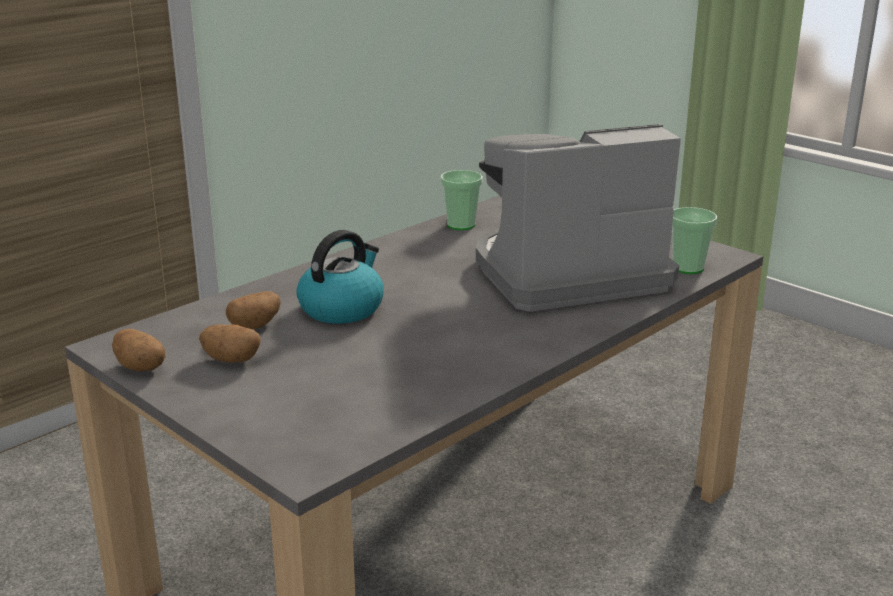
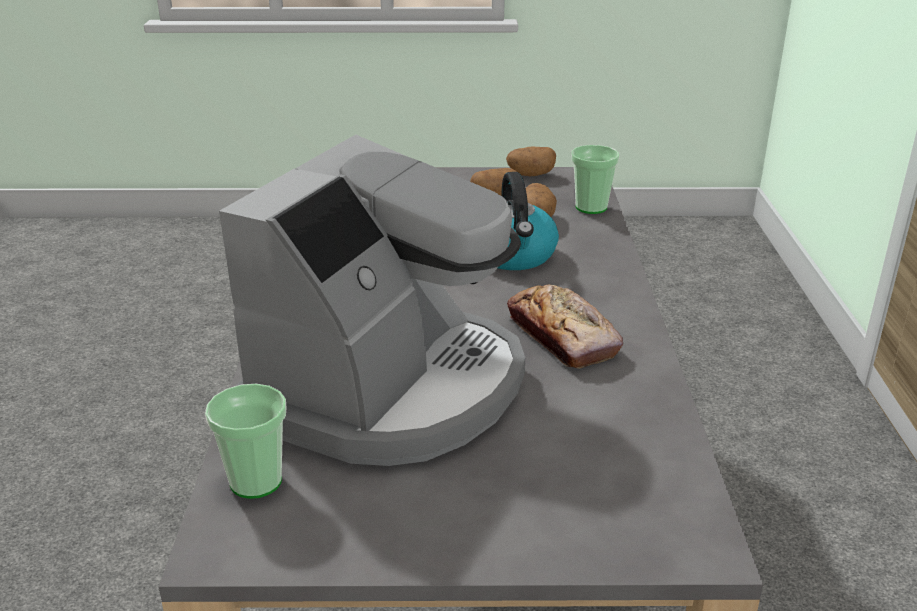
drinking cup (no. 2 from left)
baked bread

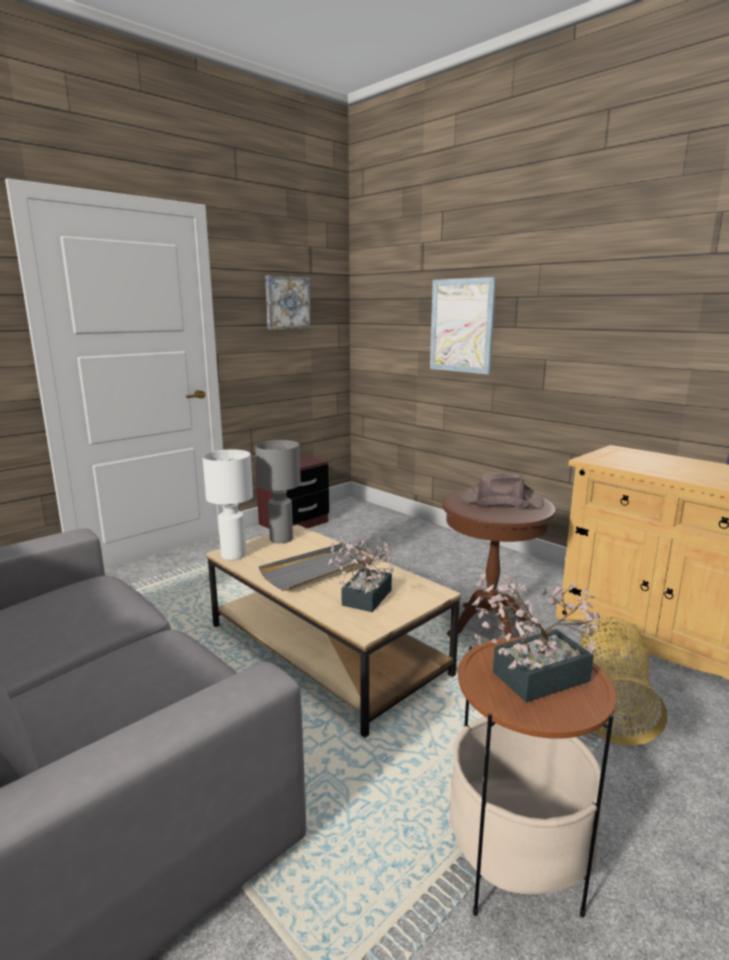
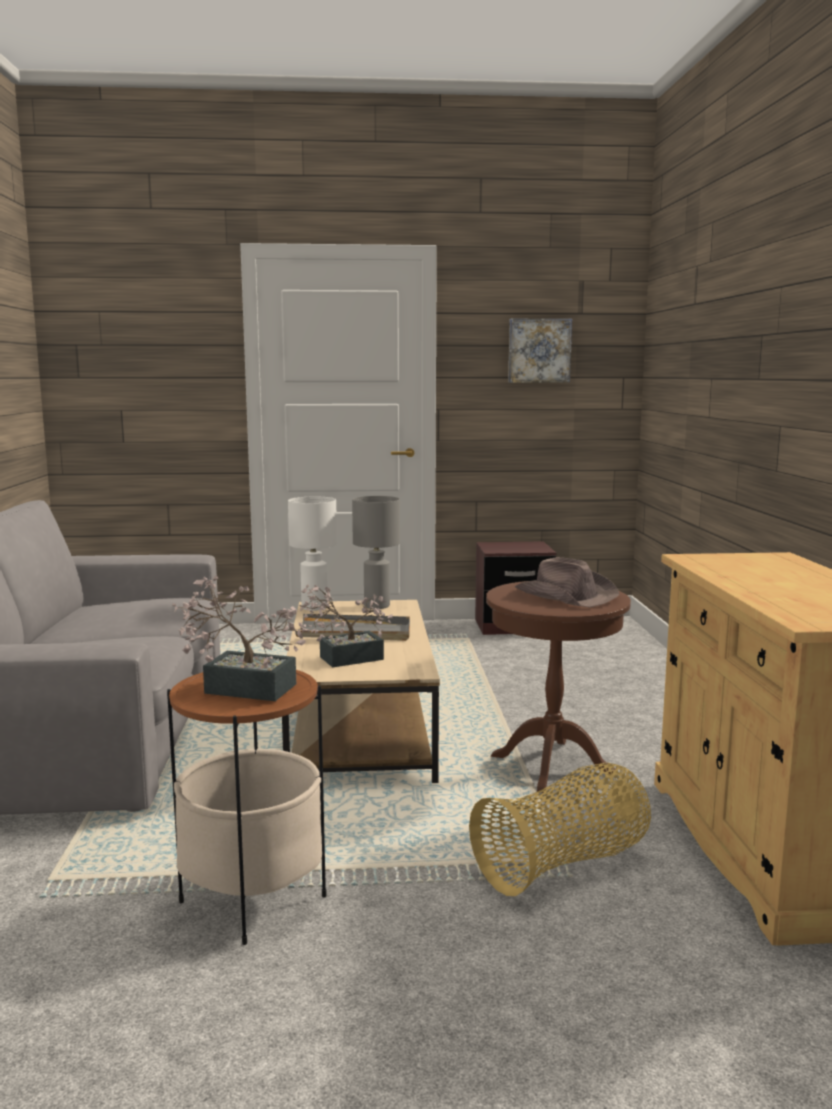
wall picture (no. 2 from left in the first image)

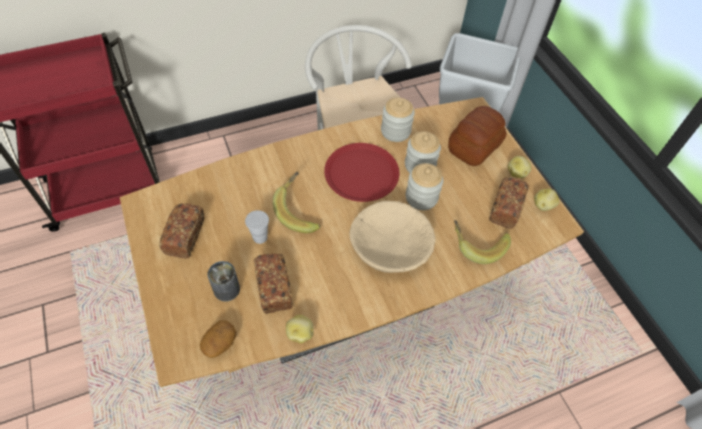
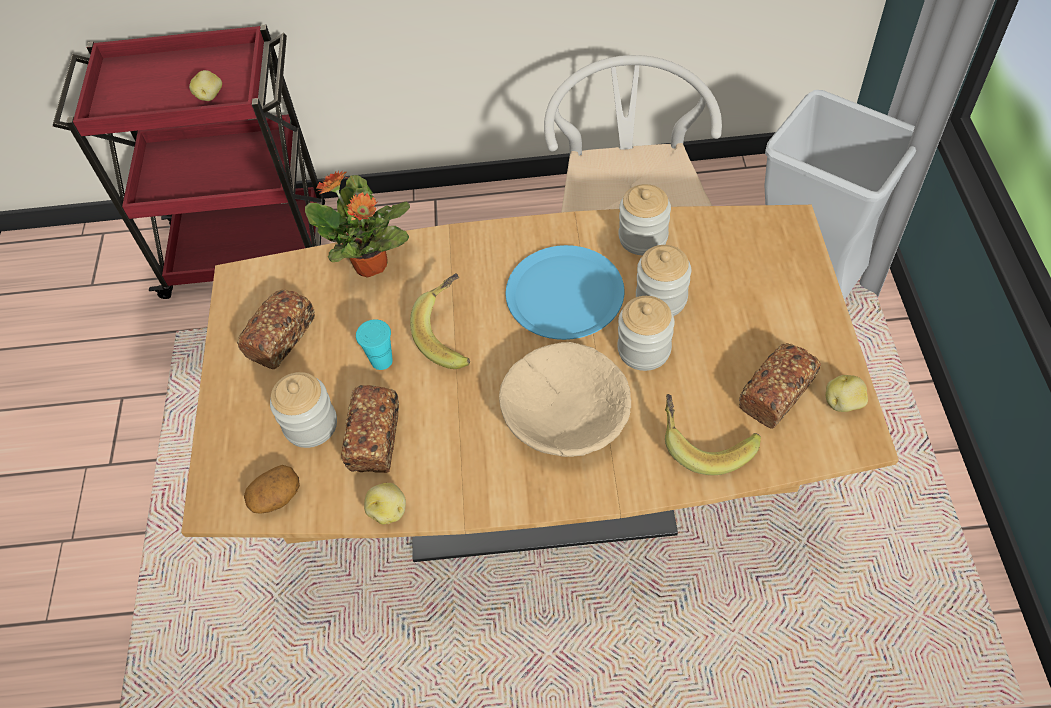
storage jar (no. 1 from left)
turquoise drinking cup
blue-coloured flat dish
baked bread (no. 3 from left in the first image)
spud (no. 1 from left)
houseplant

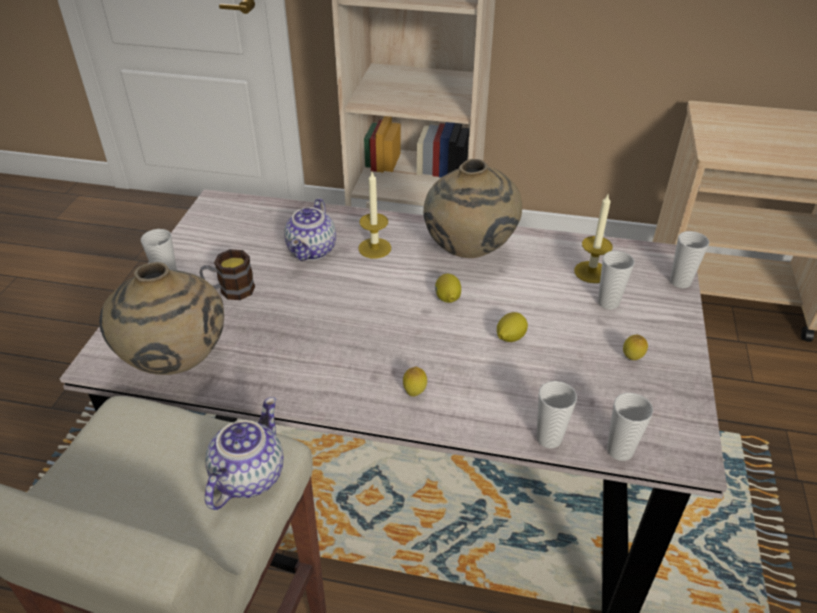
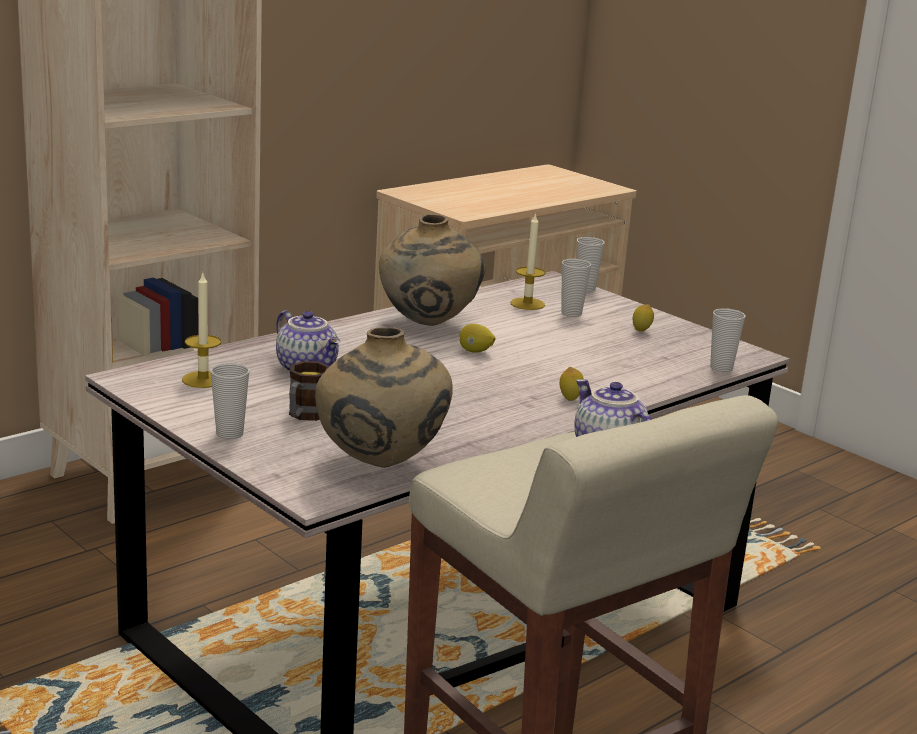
wax light (no. 1 from left)
citrus fruit (no. 3 from left in the first image)
drinking cup (no. 2 from left in the first image)

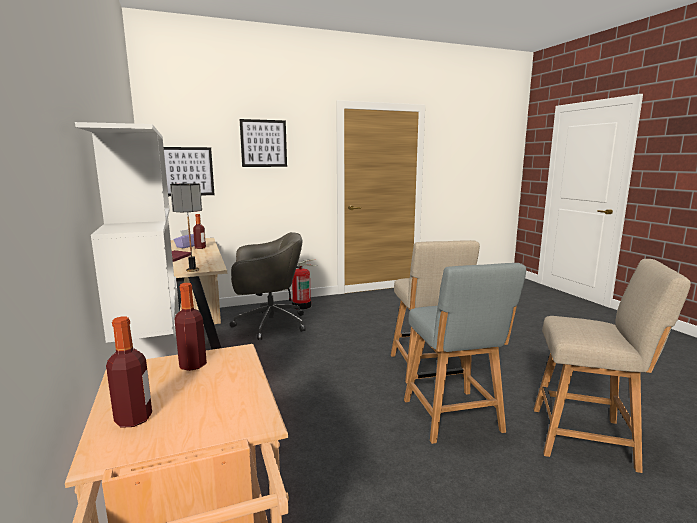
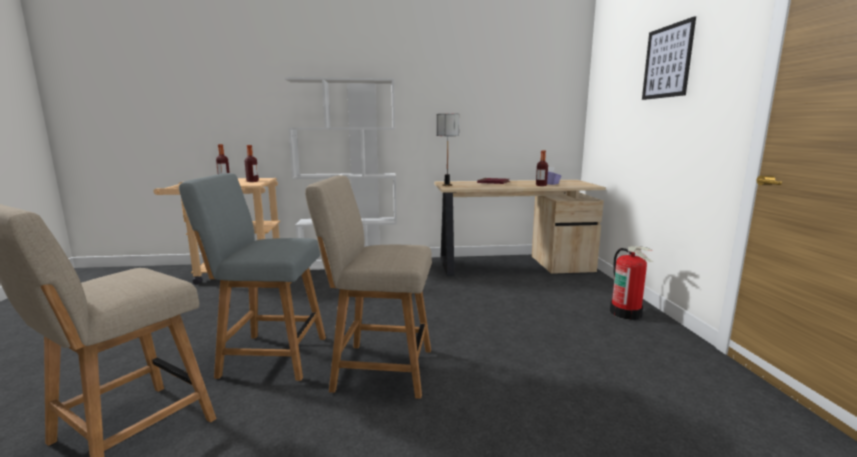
wall picture (no. 1 from left in the first image)
gray office chair

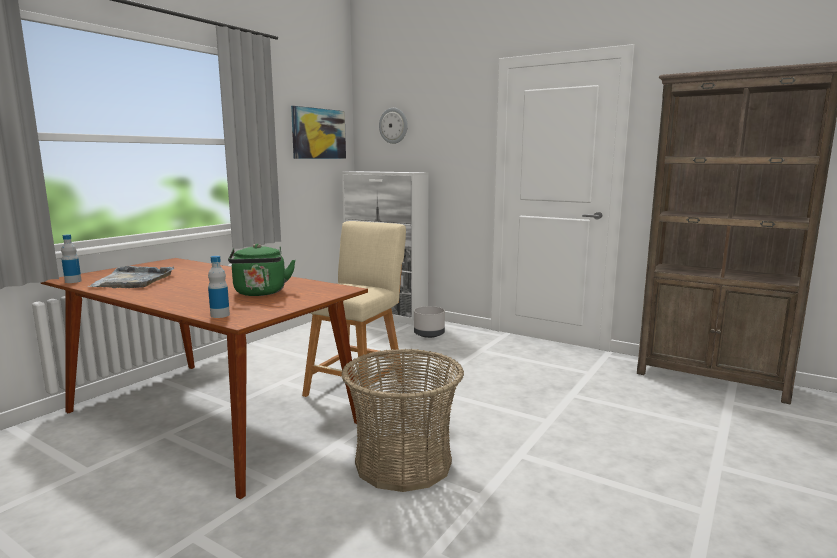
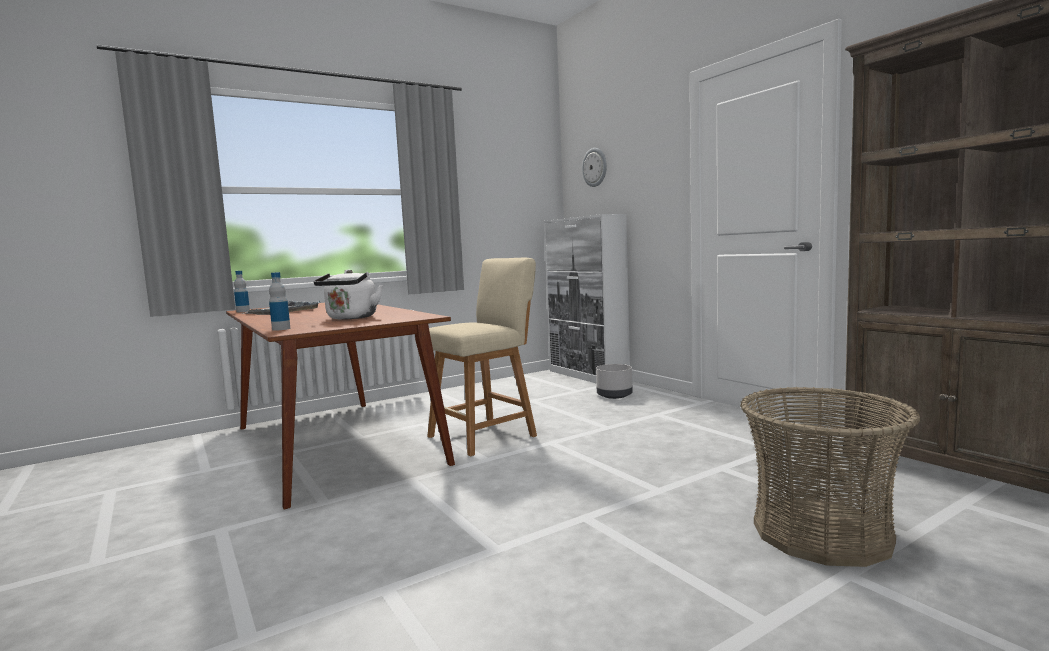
whitish kettle
wall picture
basket

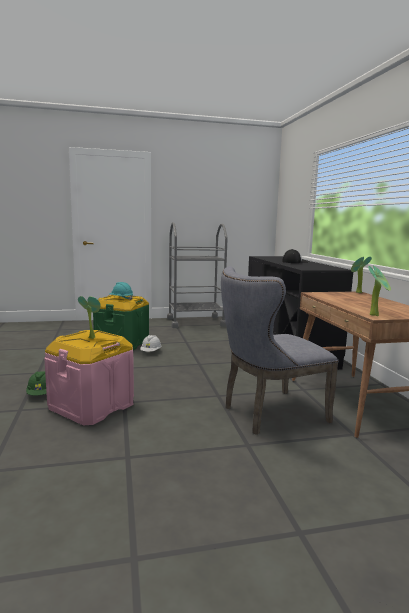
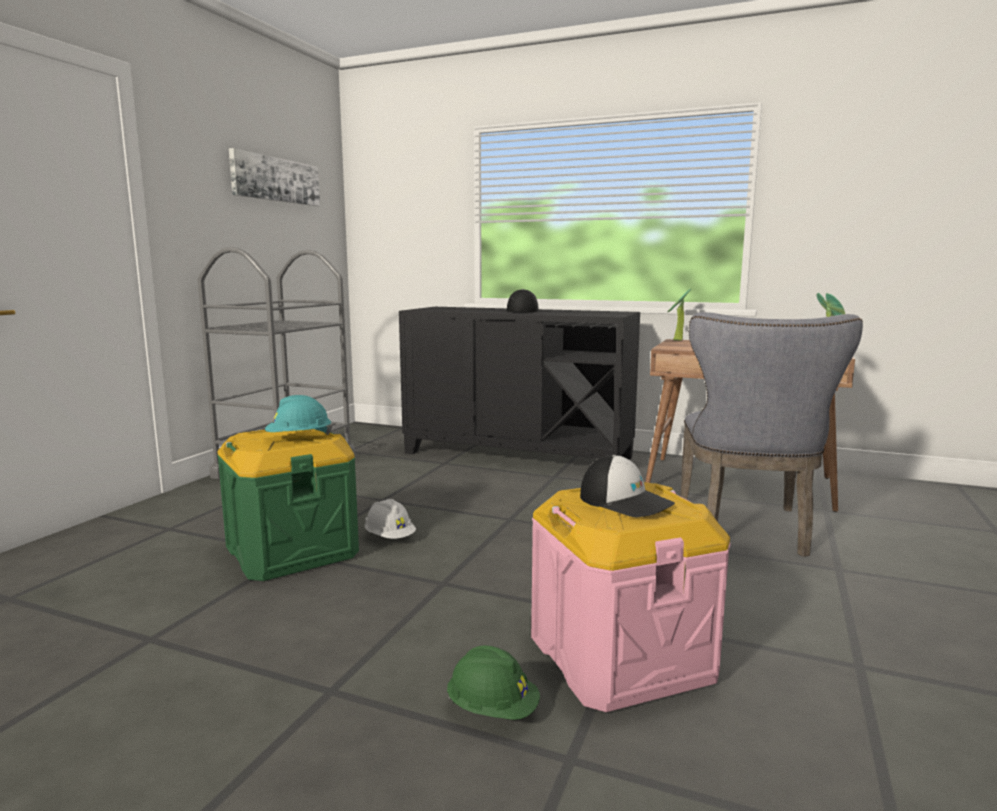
baseball cap (no. 2 from left)
wall picture

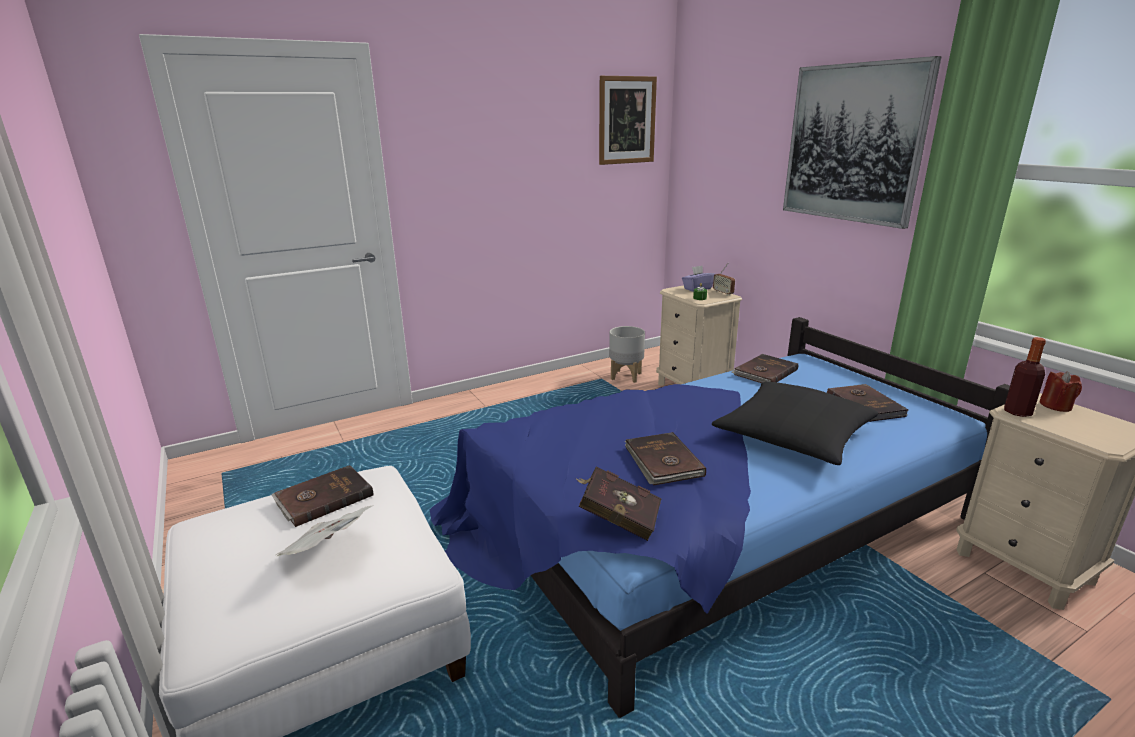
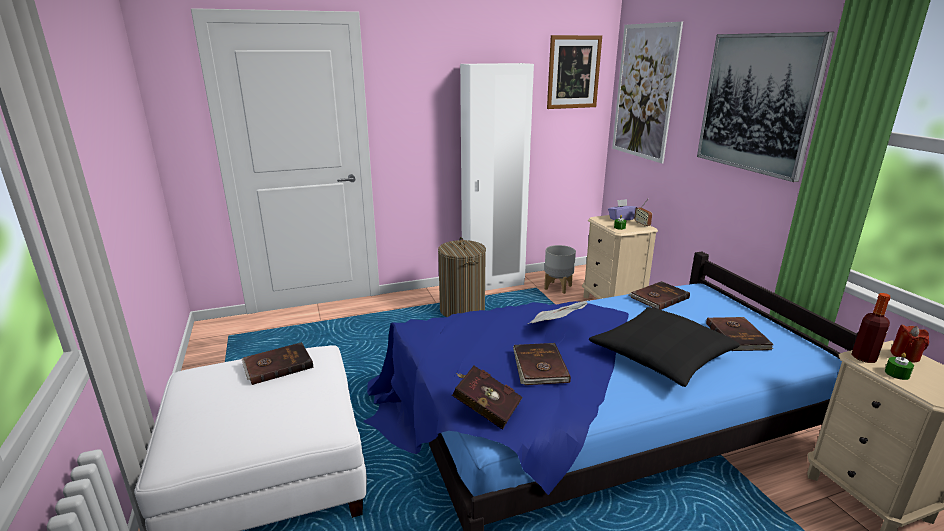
newspaper
washing basket
whitish wardrobe
wall picture (no. 2 from left)
green-coloured wax light (no. 2 from left)

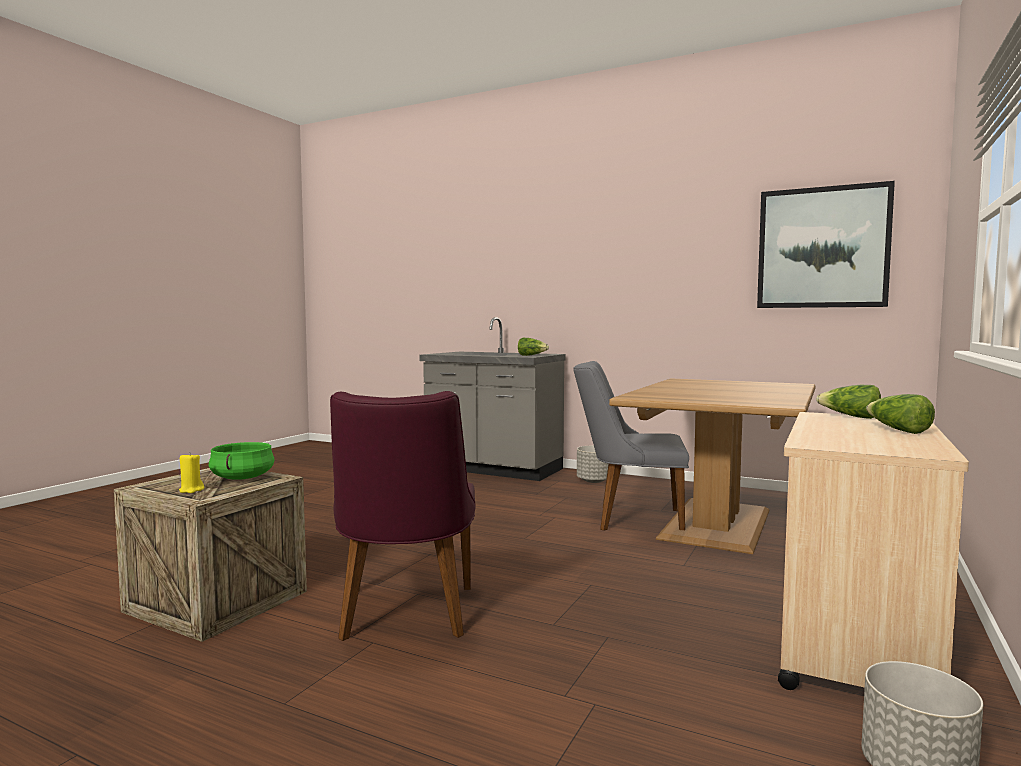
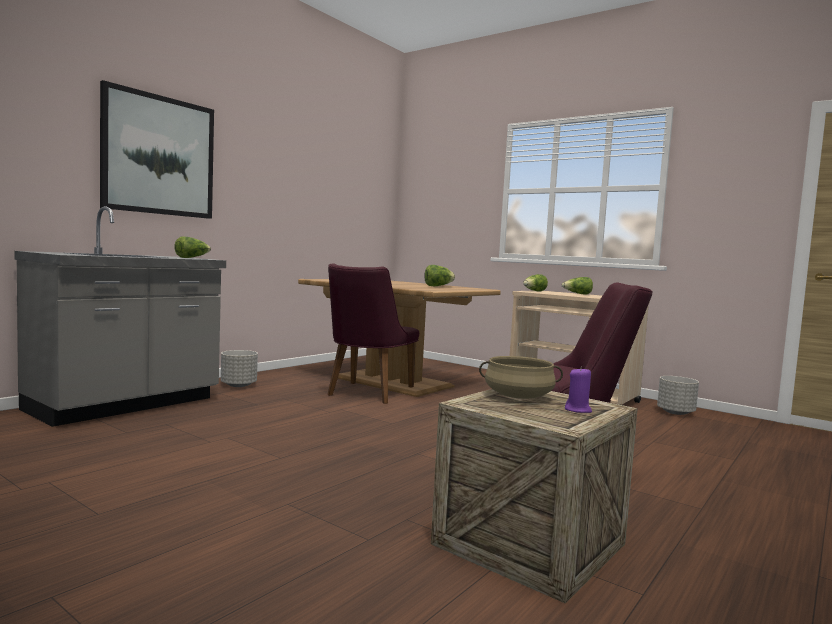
purplish wax light
beige saucepot
purplish plain chair (no. 1 from left)
wall picture
lettuce (no. 2 from left)

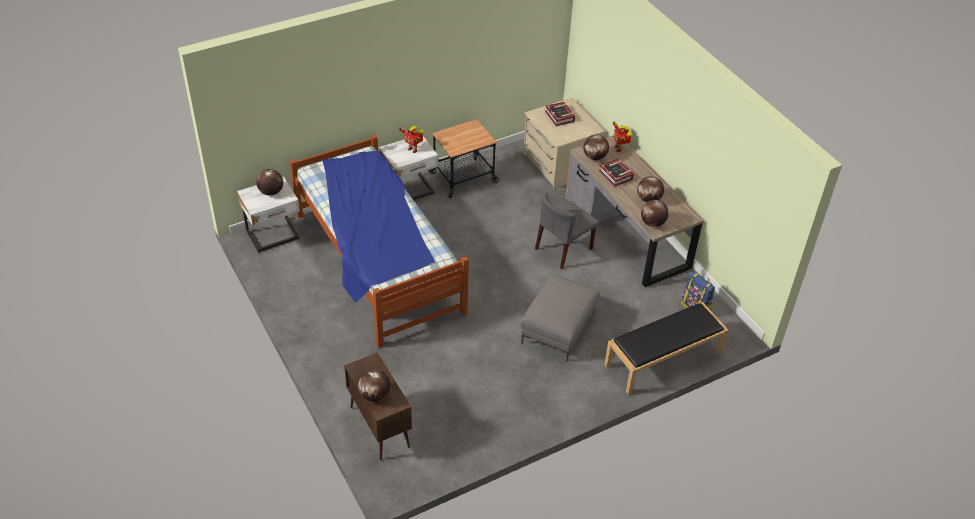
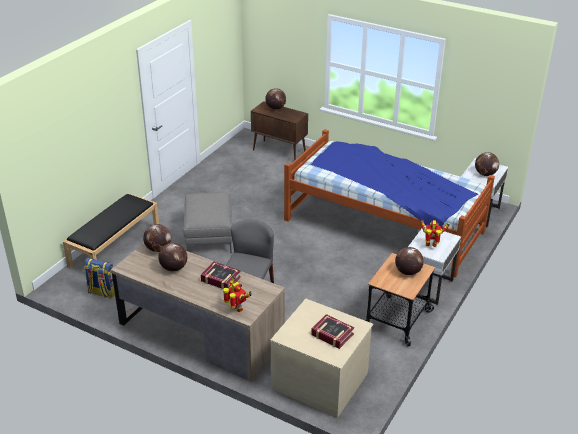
desk globe (no. 4 from left)

